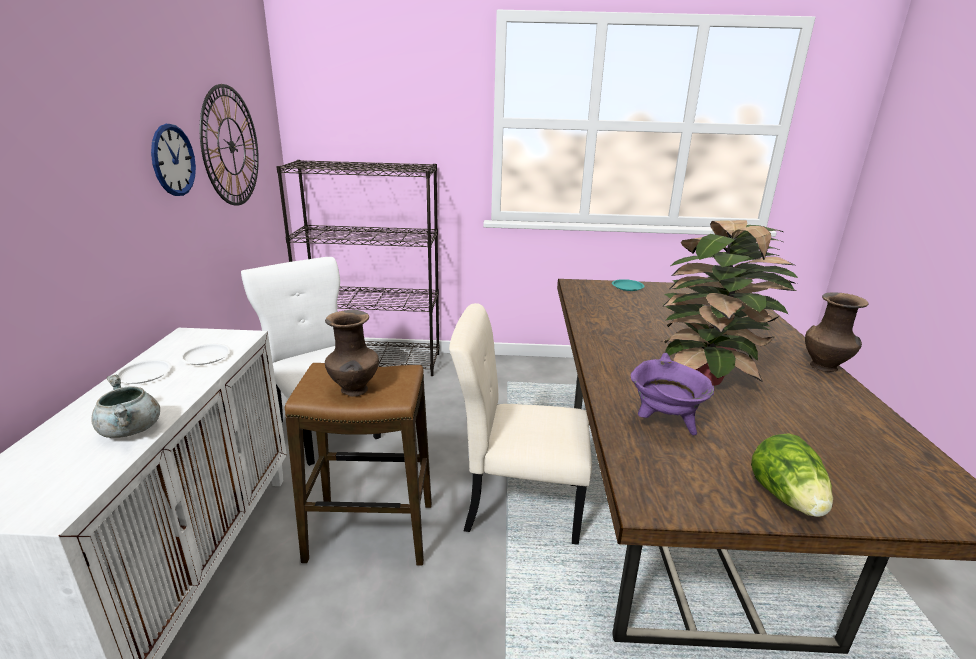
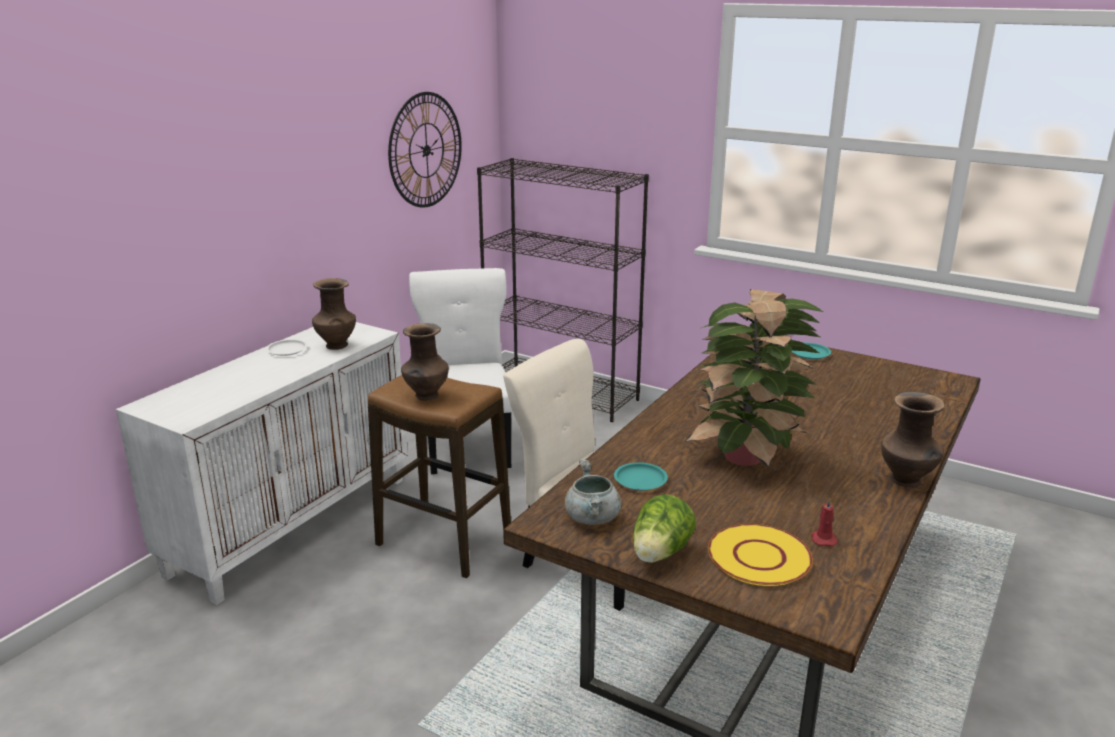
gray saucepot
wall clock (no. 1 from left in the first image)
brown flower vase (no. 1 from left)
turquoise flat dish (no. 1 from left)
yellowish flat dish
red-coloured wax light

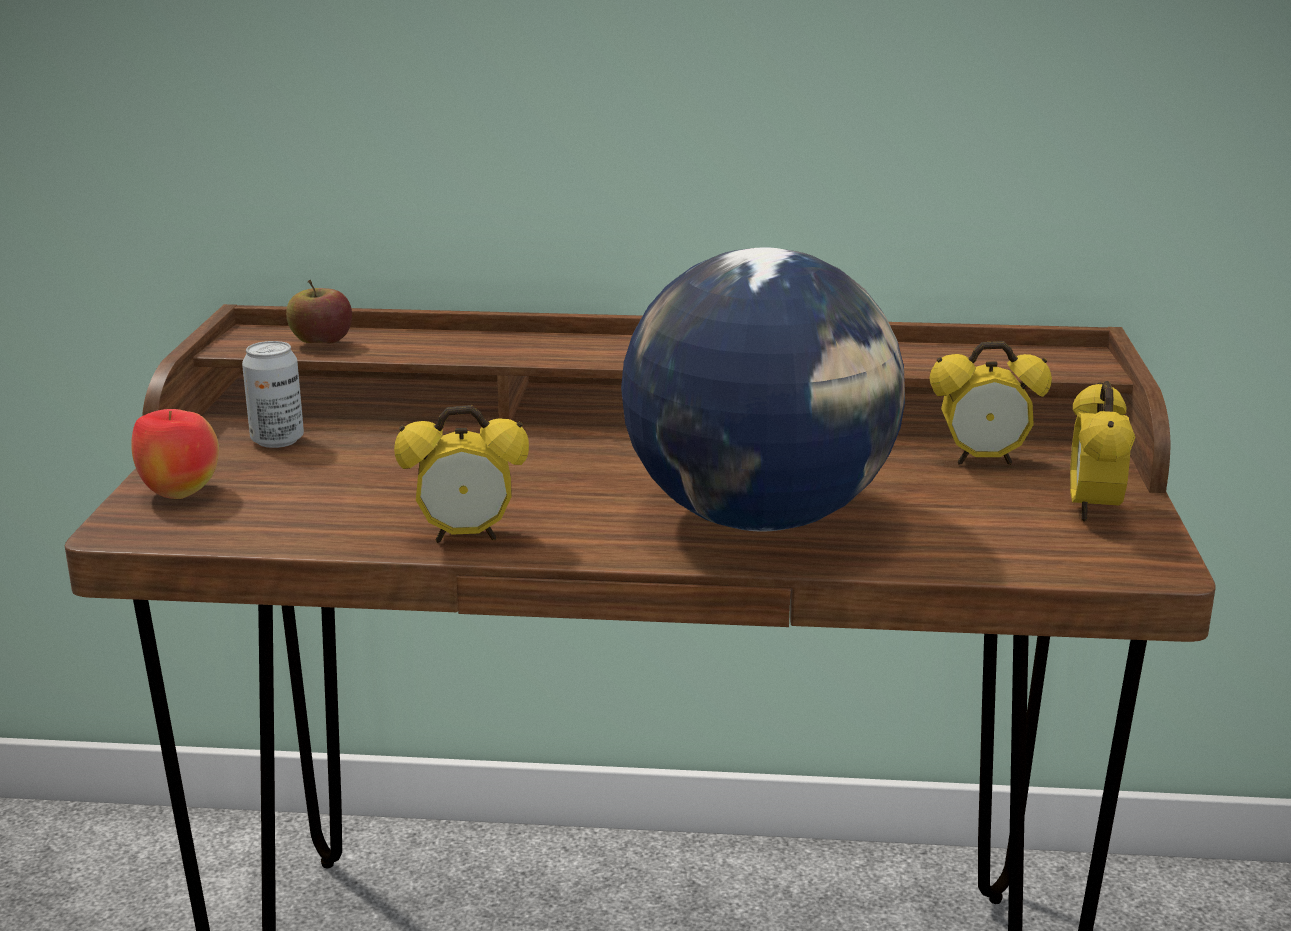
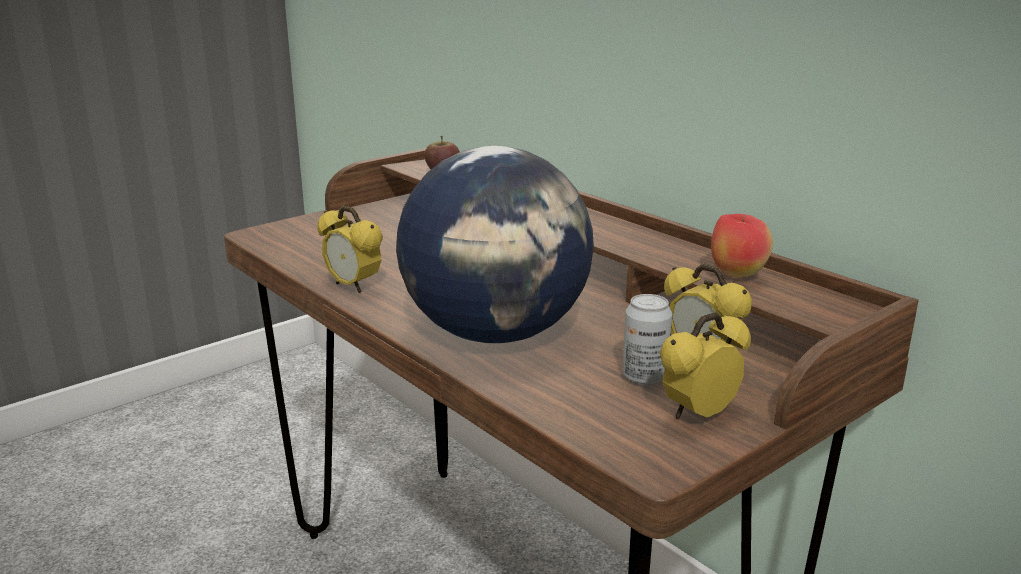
whole apple (no. 2 from left)
can

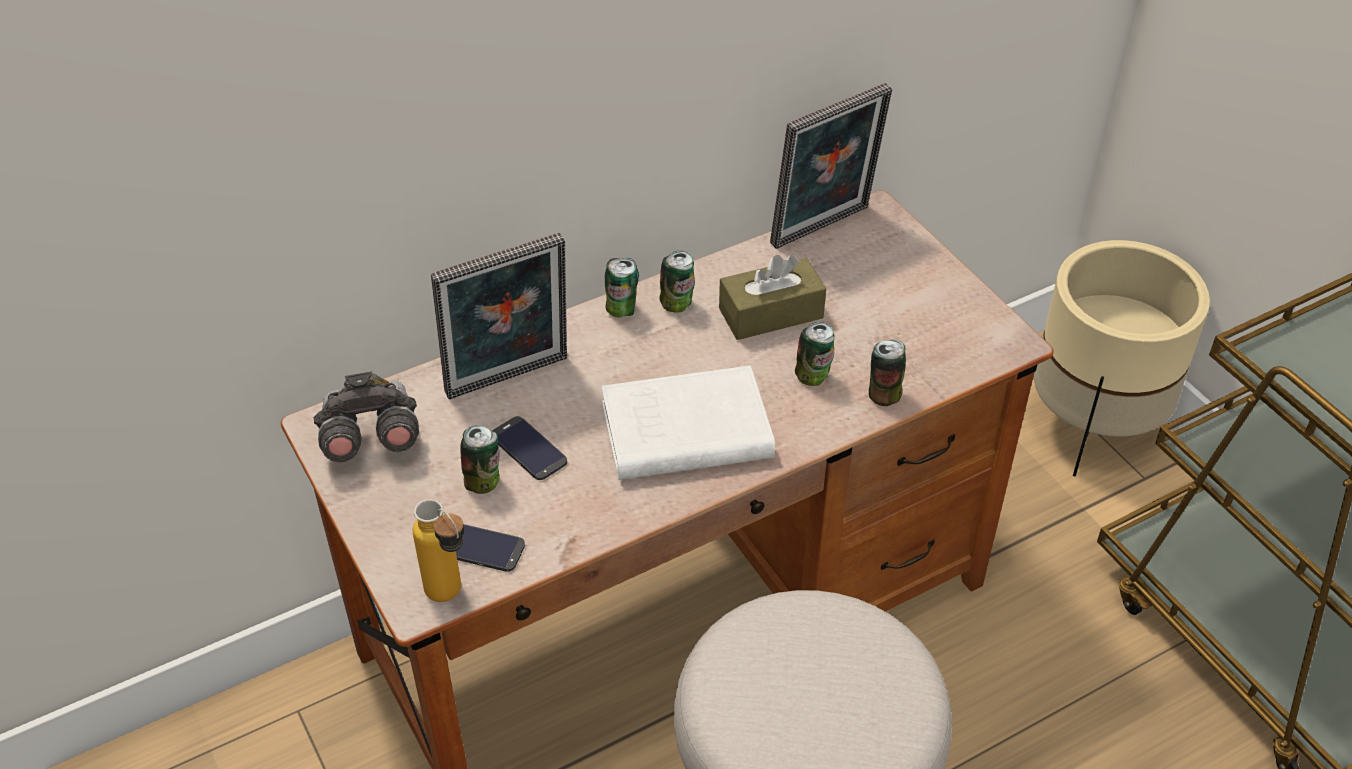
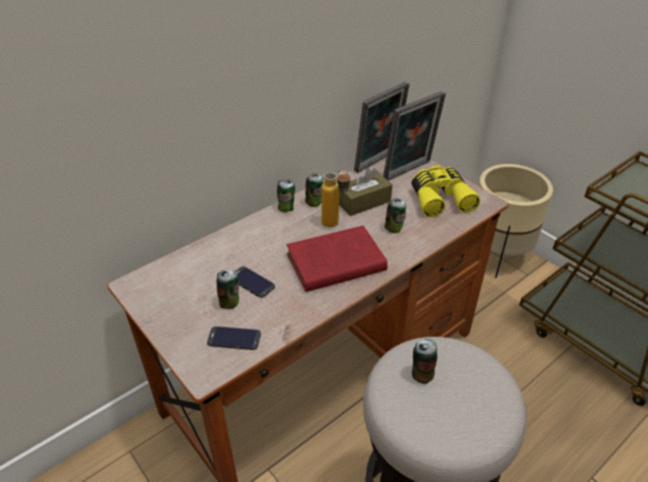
gray field glasses
drink bottle
standing frame (no. 2 from left)
red-coloured volume
can (no. 5 from left)
yellowish field glasses

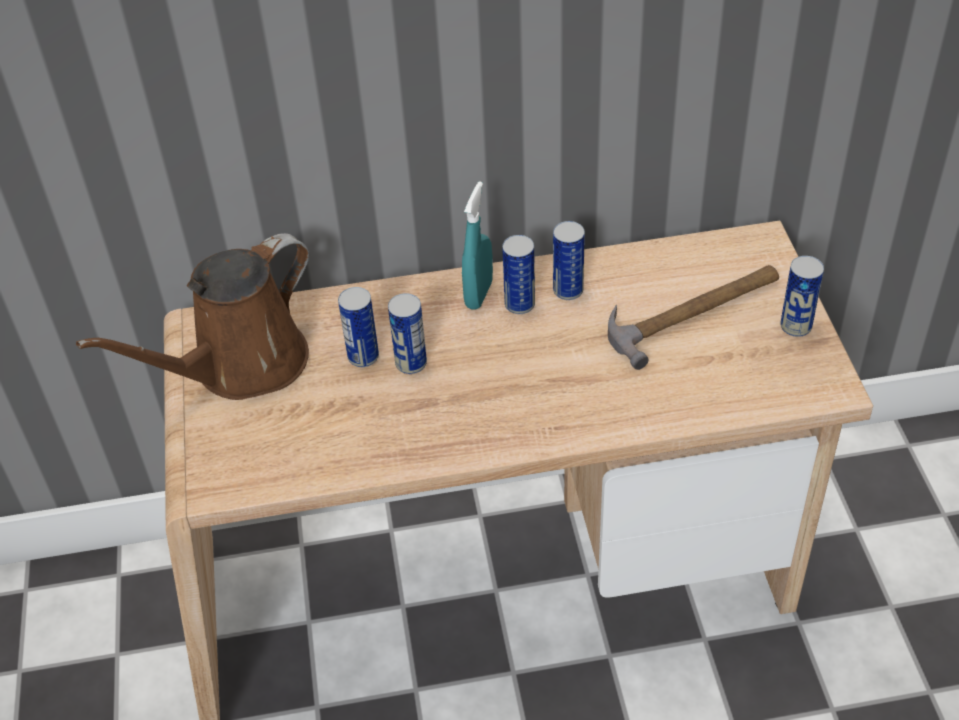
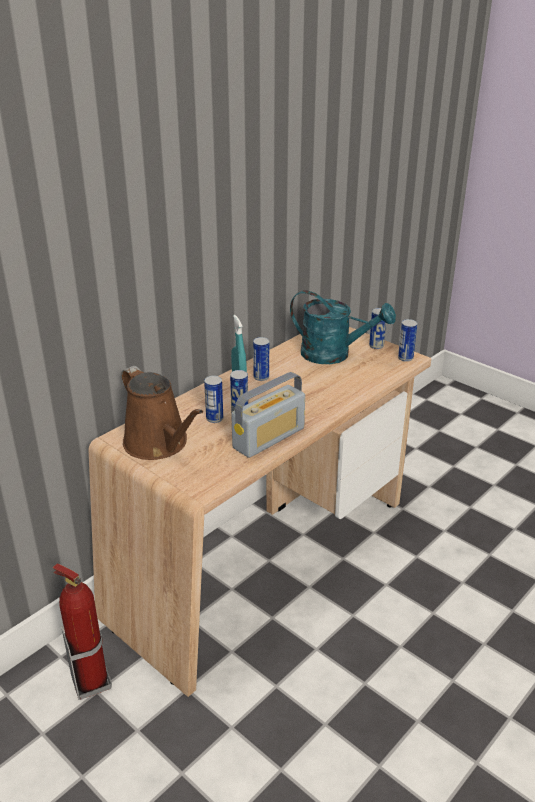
brown watering pot
can (no. 5 from left)
turquoise watering pot
fire-fighting cylinder
radio receiver

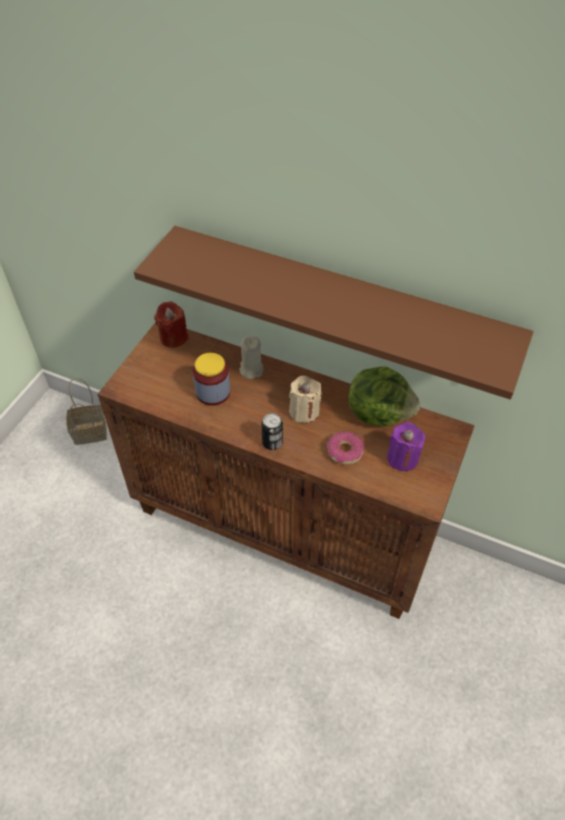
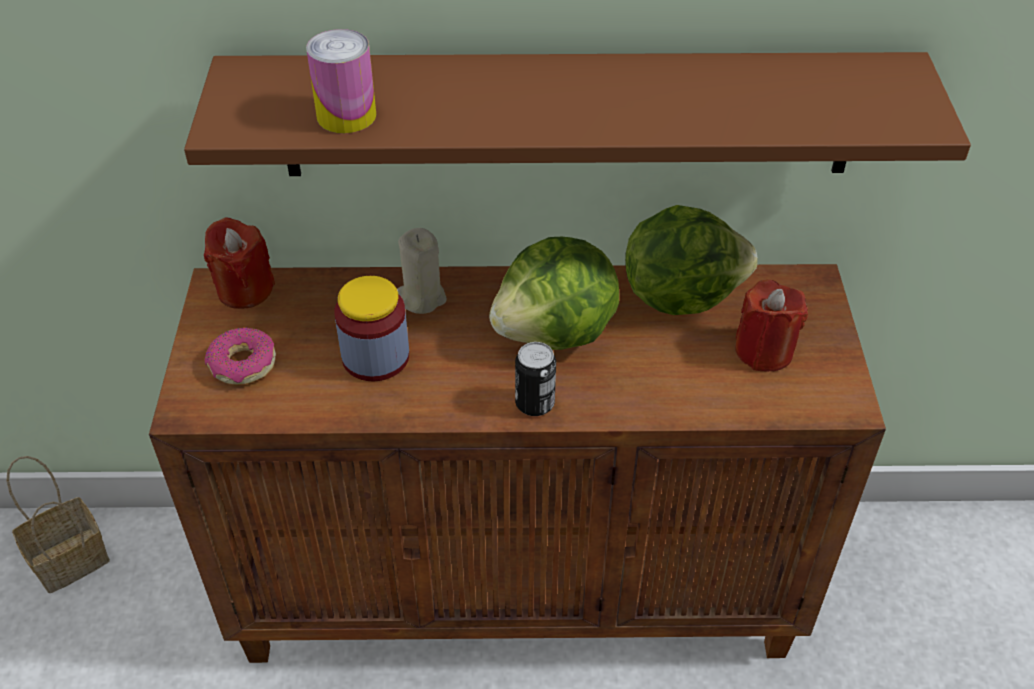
lettuce (no. 1 from left)
ring doughnut
red-coloured wax light (no. 2 from left)
can (no. 1 from left)

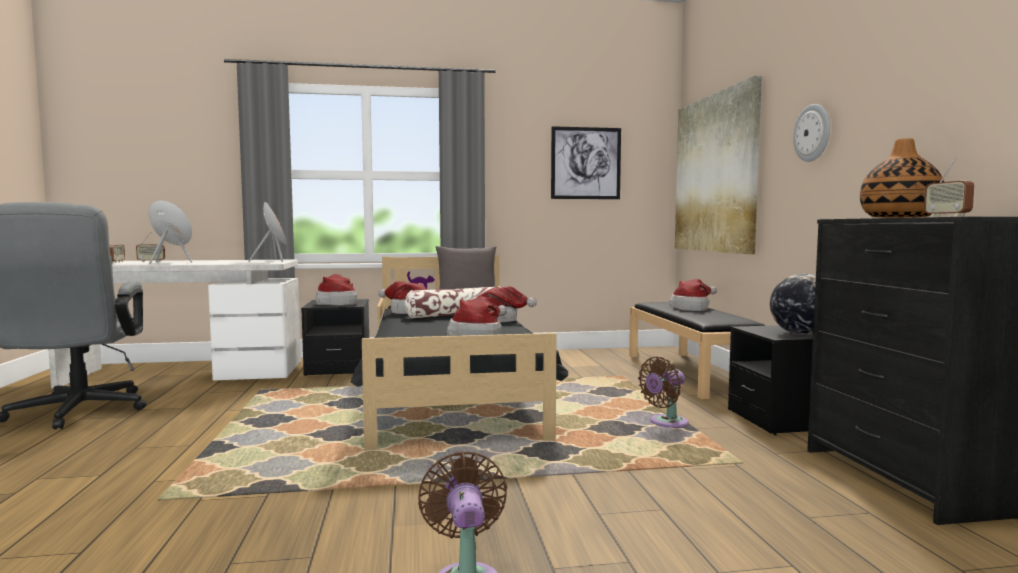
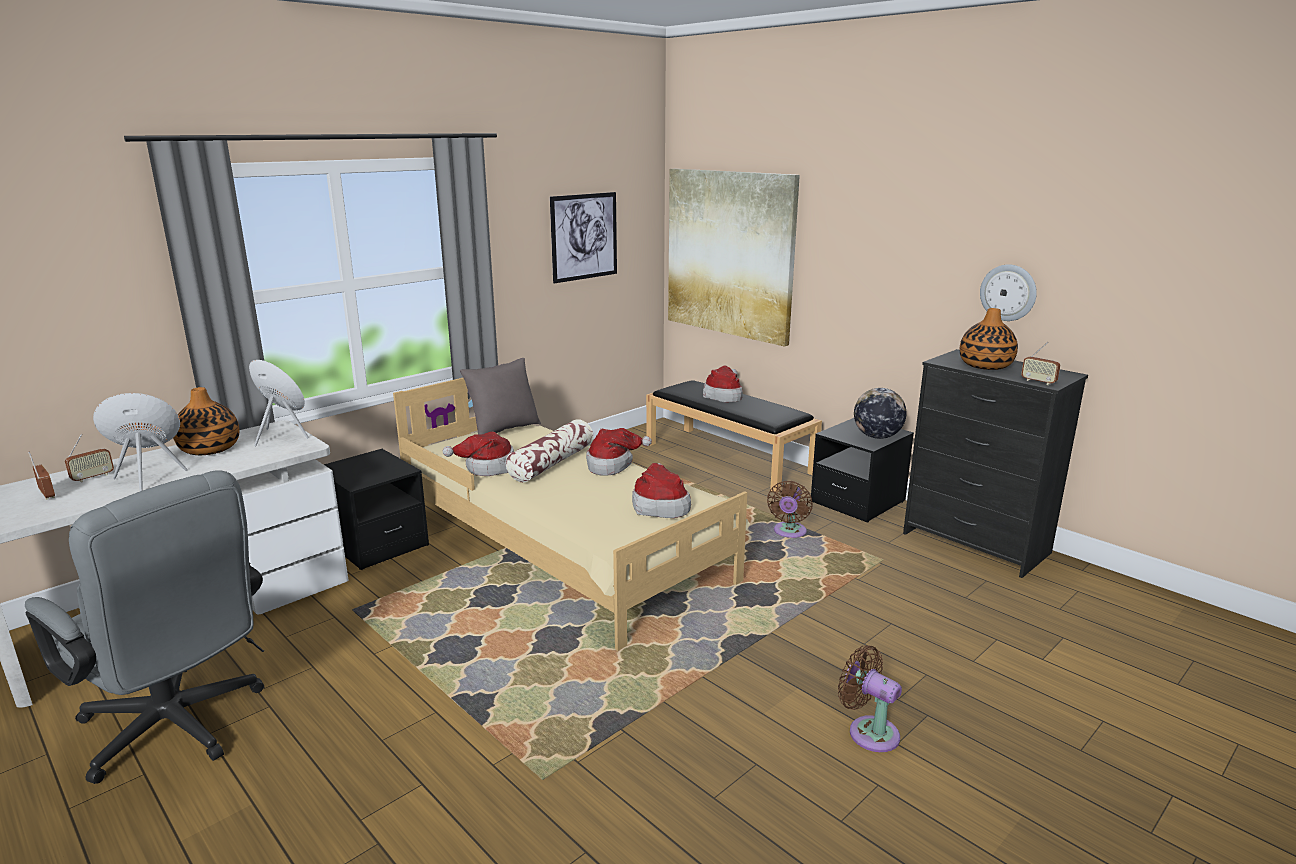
clothing hat (no. 1 from left in the first image)
beige sleeping bed
wall clock
flower vase (no. 1 from left)

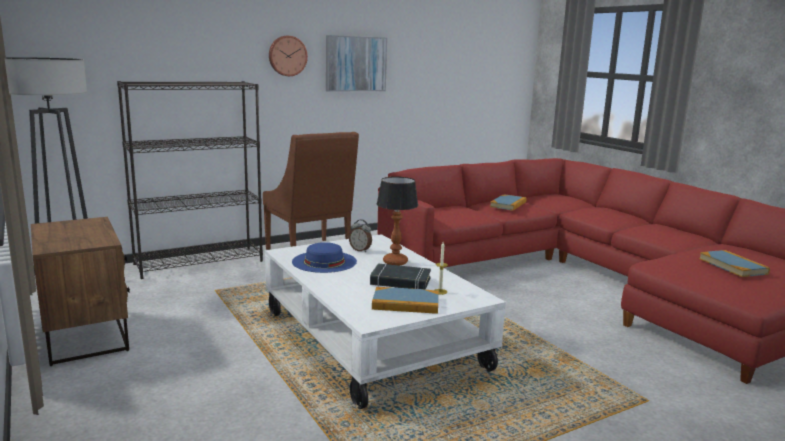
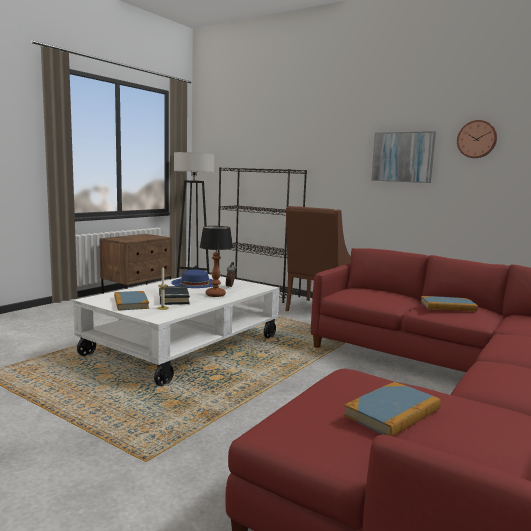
wall clock

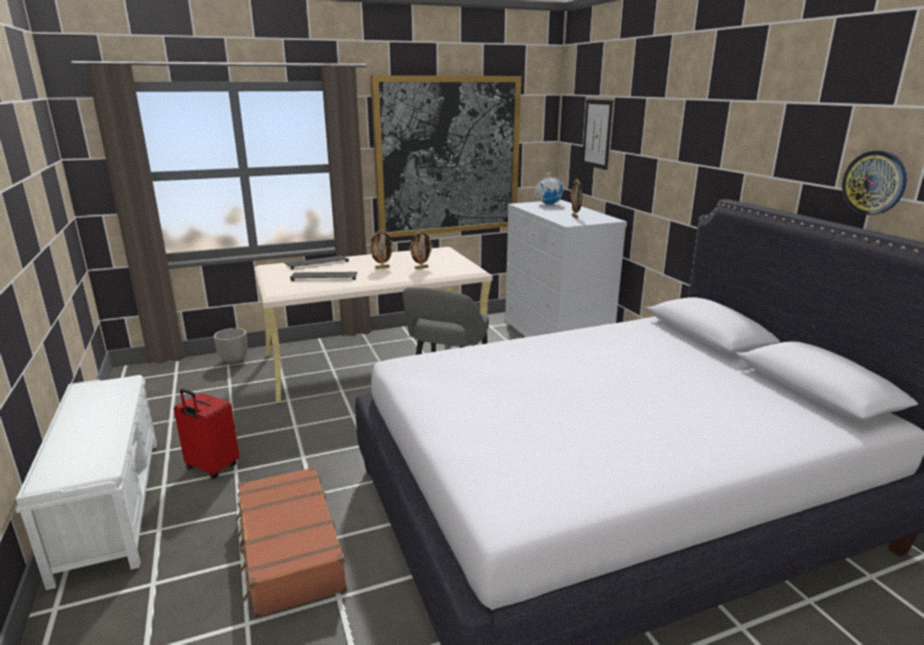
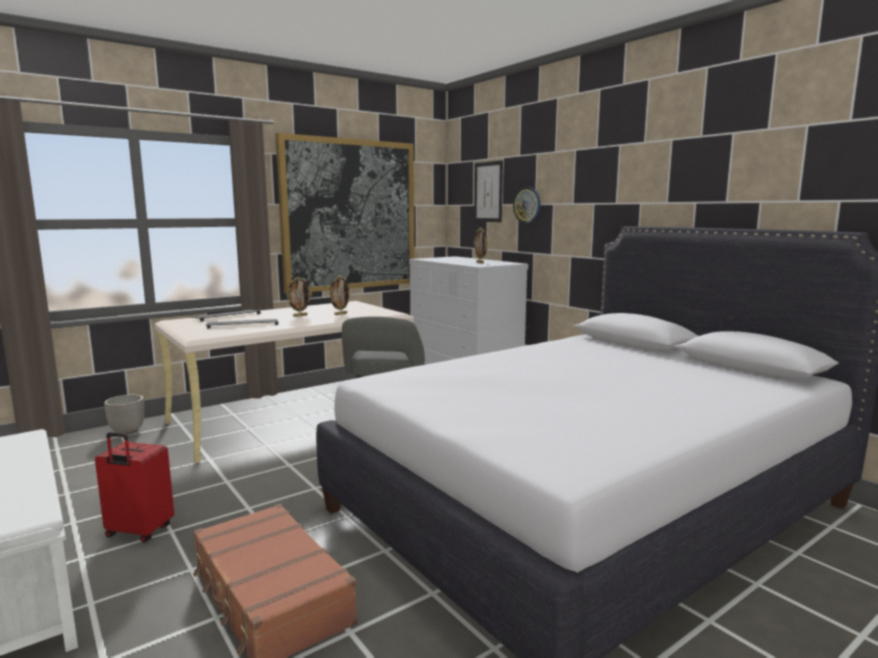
desk globe
wall clock

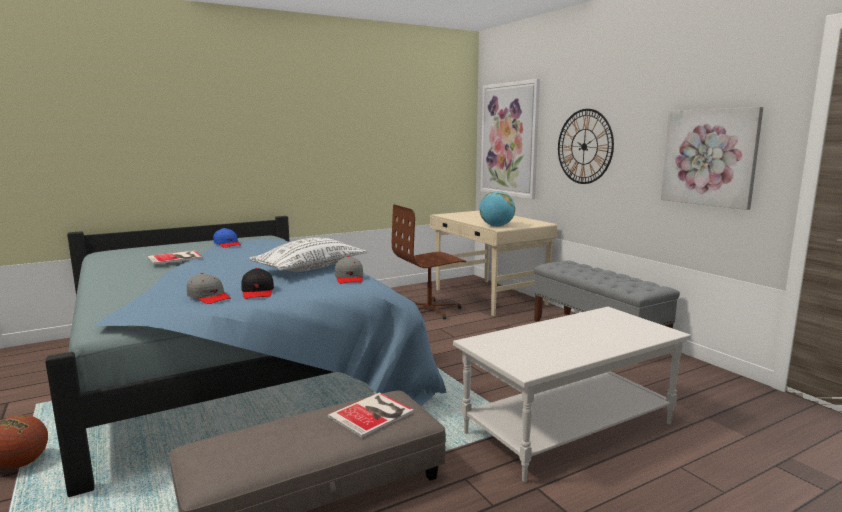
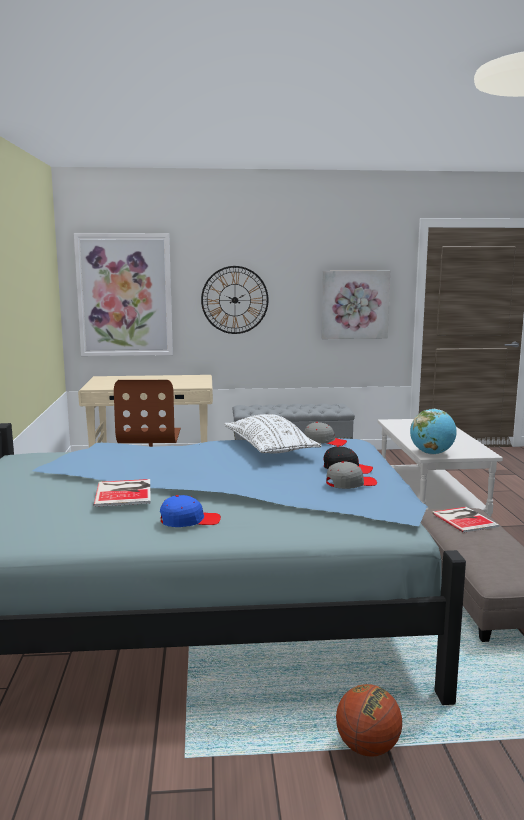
blue-coloured baseball cap
desk globe

